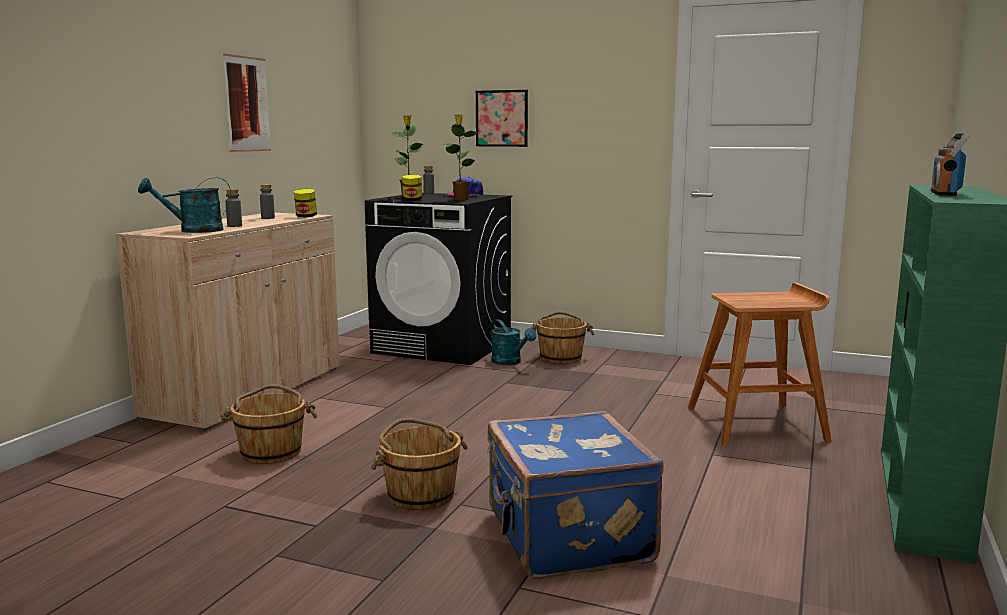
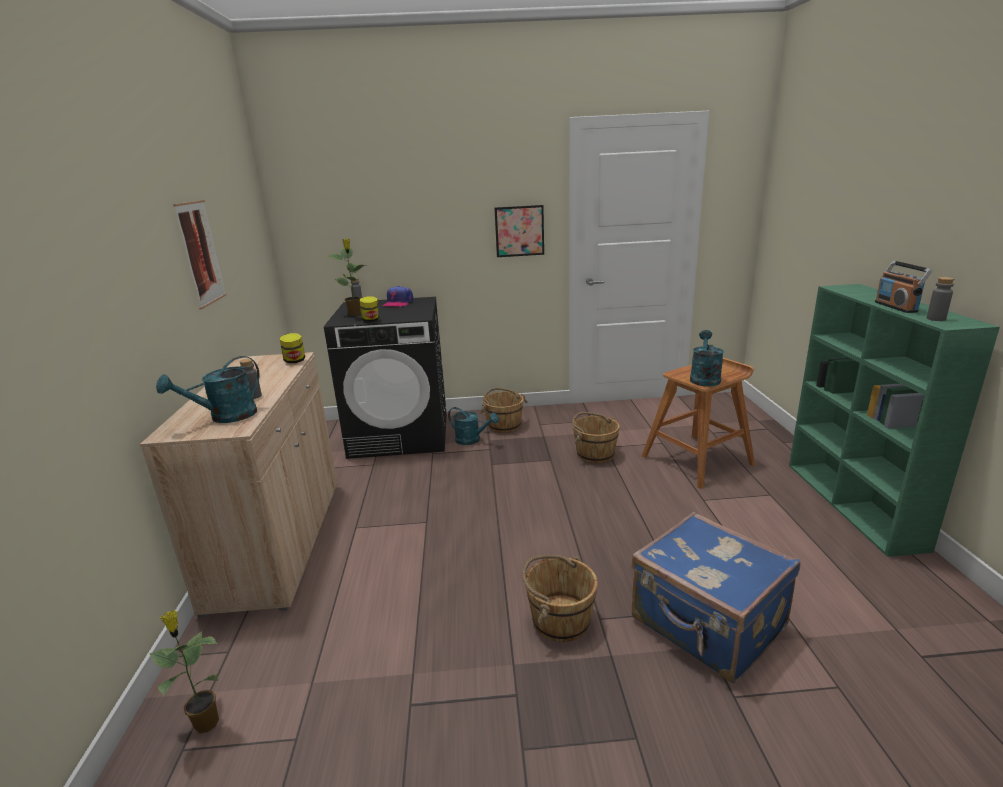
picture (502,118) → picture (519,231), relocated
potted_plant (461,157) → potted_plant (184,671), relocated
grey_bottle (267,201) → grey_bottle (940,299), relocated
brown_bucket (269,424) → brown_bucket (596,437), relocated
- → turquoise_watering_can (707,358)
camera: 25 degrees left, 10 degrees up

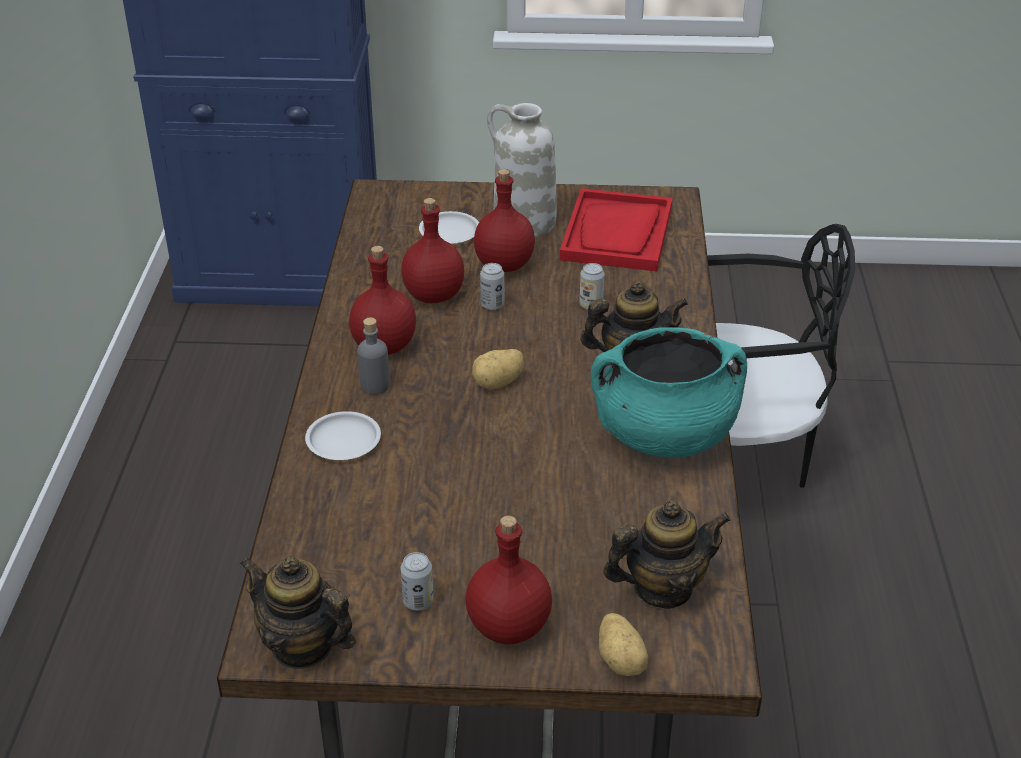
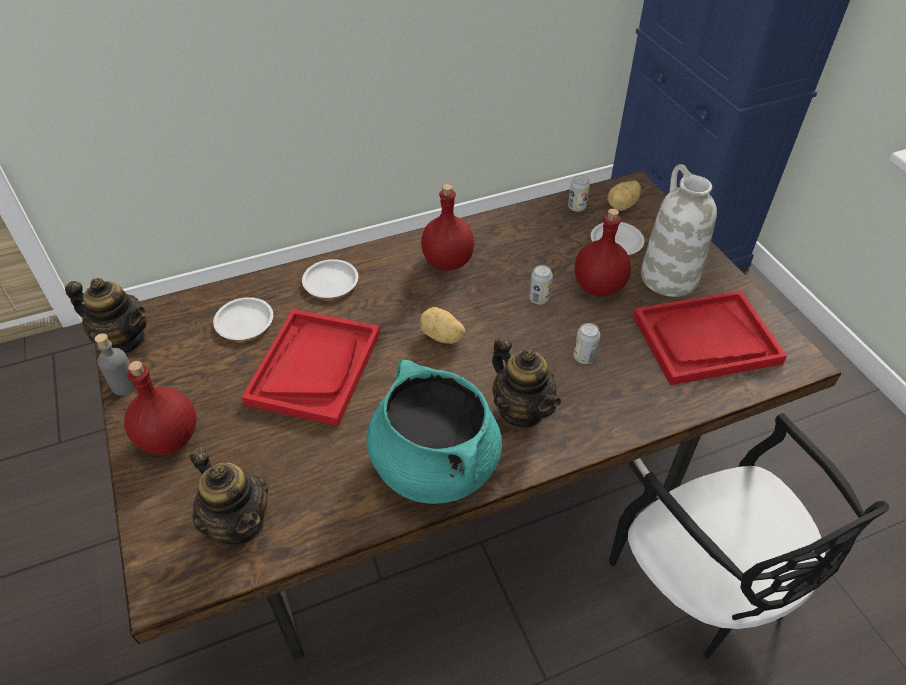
red_bottle (432,250) → -
grey_bottle (373,356) → grey_bottle (115,364), relocated
can (417,581) → can (579,193), relocated
teapot (298,613) → teapot (106,315), 105 degrees clockwise
potato (623,644) → potato (624,196), relocated
- → white_plate (243,318)
- → red_tray (310,367)
camera: 65 degrees right, 10 degrees up

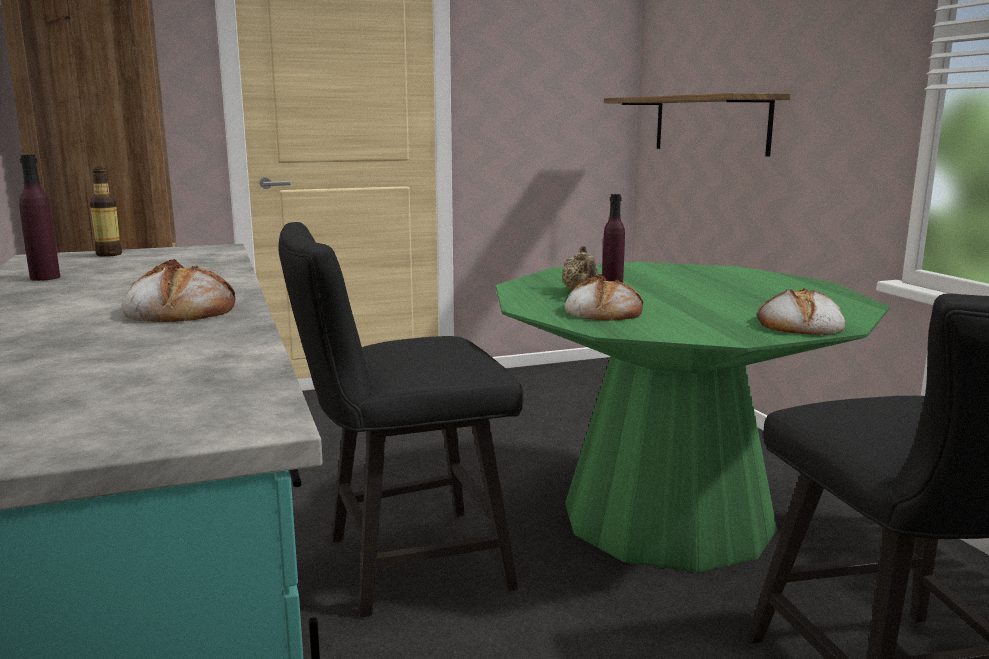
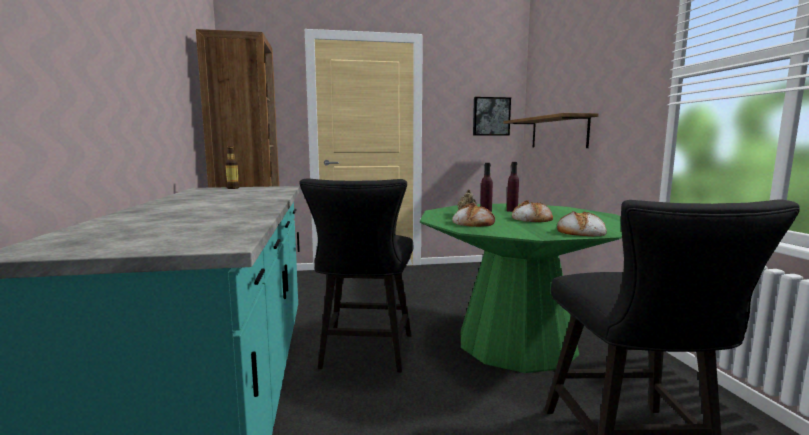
purple_bottle (39,217) → purple_bottle (513,187), relocated
black_chair (401,419) → black_chair (356,275), 75 degrees counterclockwise
bread (178,290) → bread (532,211), relocated
- → picture (492,116)
camera: 10 degrees right, 5 degrees down

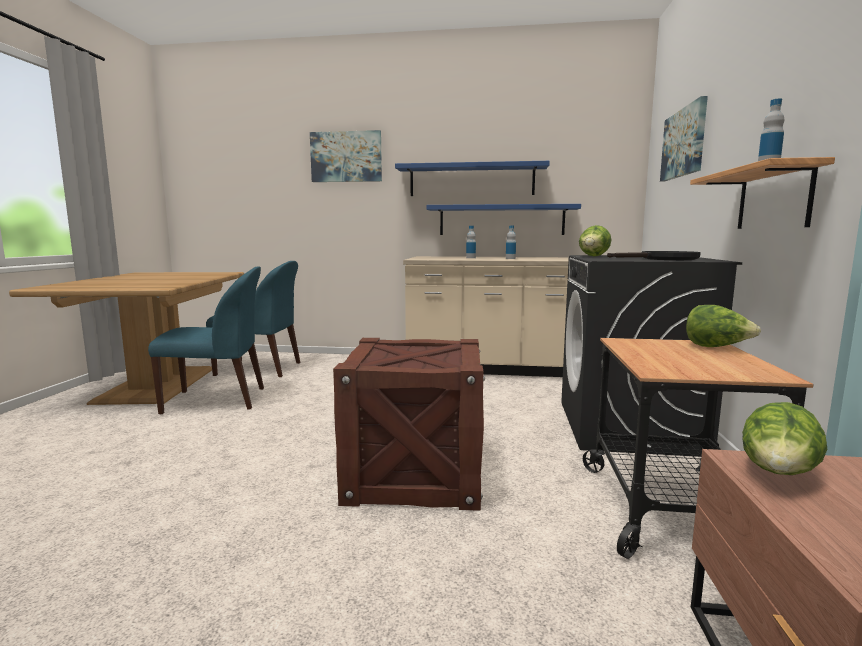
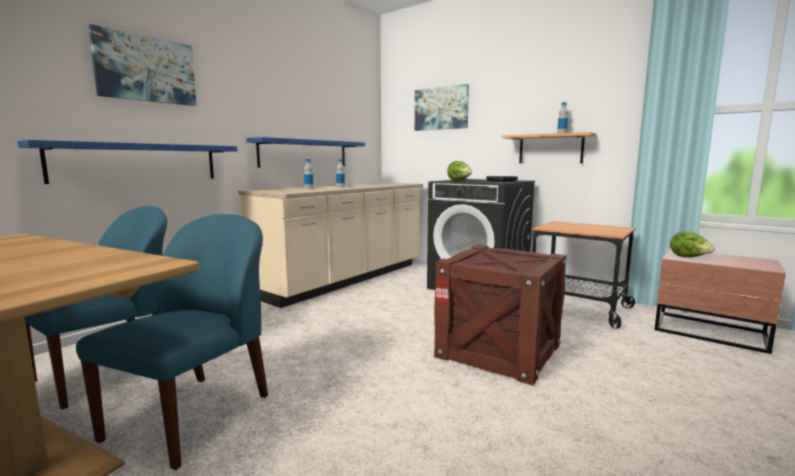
blue_shelf (472,178) → blue_shelf (127,162), relocated
lettuce (723,326) → -
camera: 60 degrees left, 0 degrees up

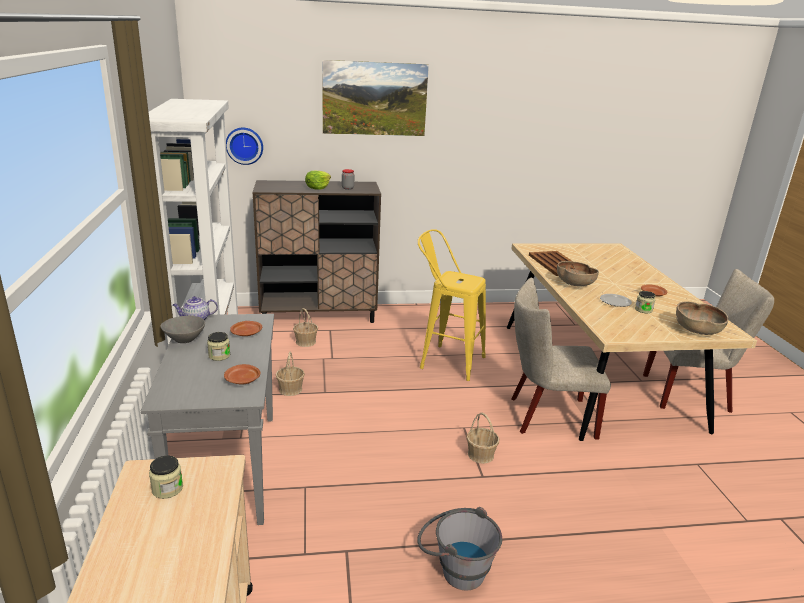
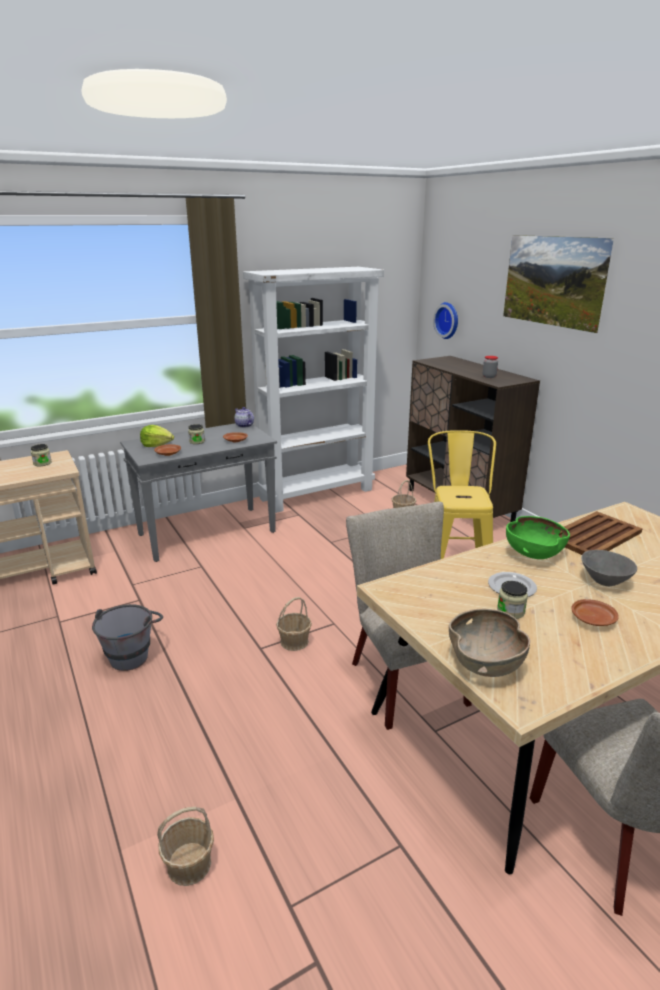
lettuce (318,180) → lettuce (157,436), relocated
brown_bowl (578,273) → green_bowl (538,537)
grey_bowl (182,329) → grey_bowl (609,568), relocated
basket (290,373) → basket (185,846), relocated
camera: 70 degrees right, 0 degrees up

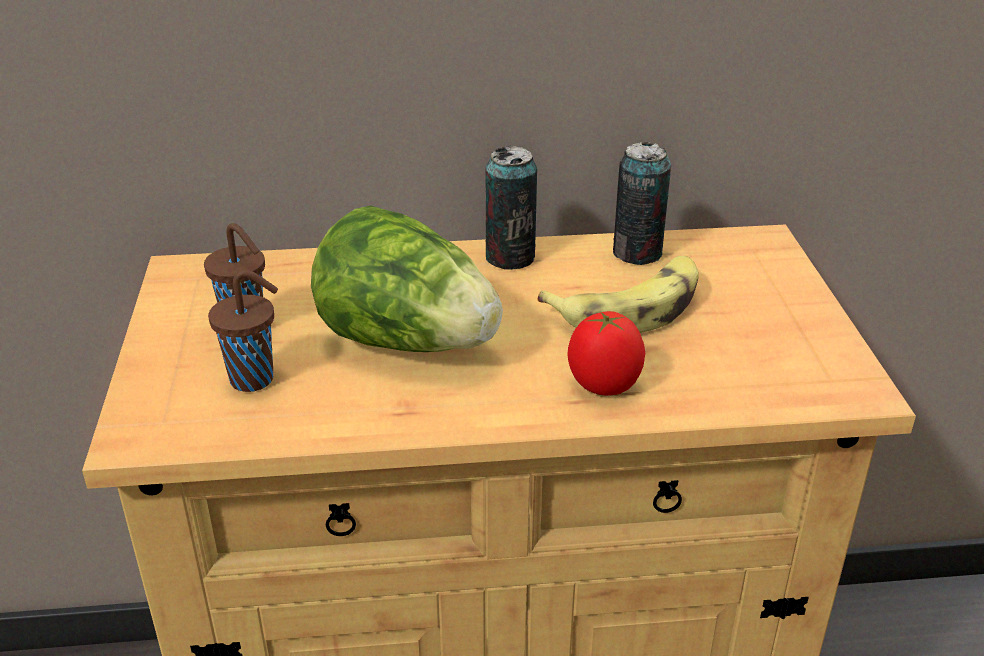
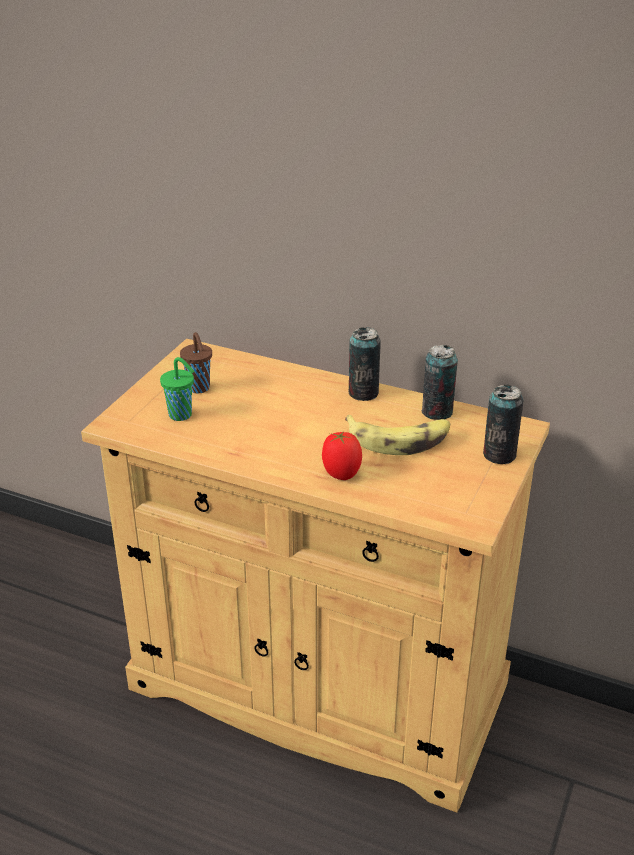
lettuce (407,278) → -
brown_cup (243,331) → green_cup (177,389)
- → can (503,424)
camera: 30 degrees right, 0 degrees up

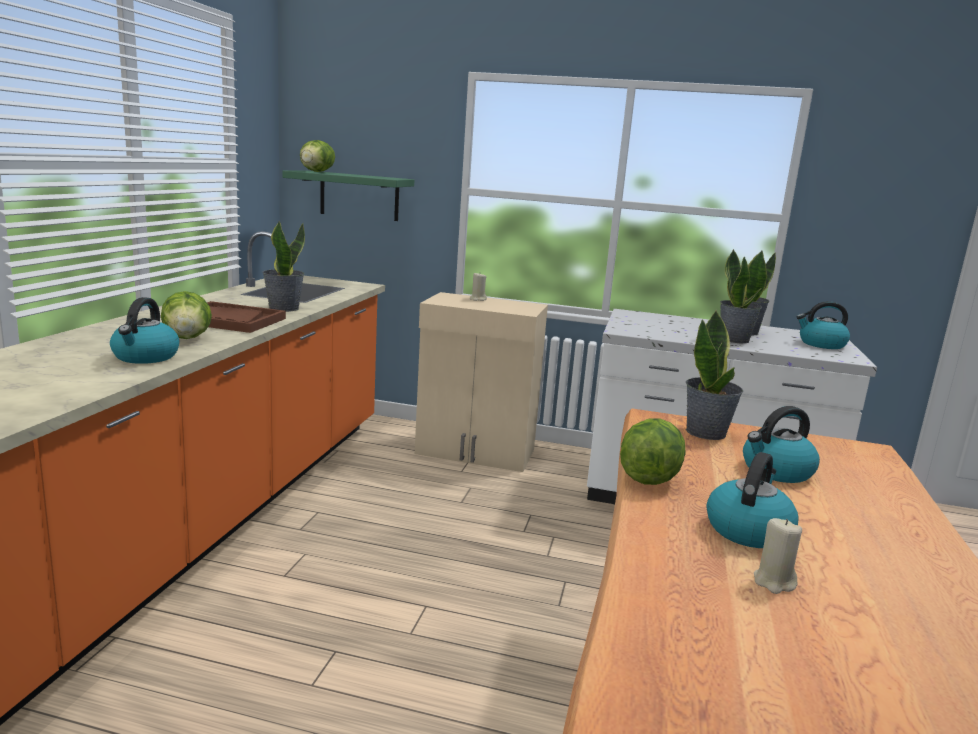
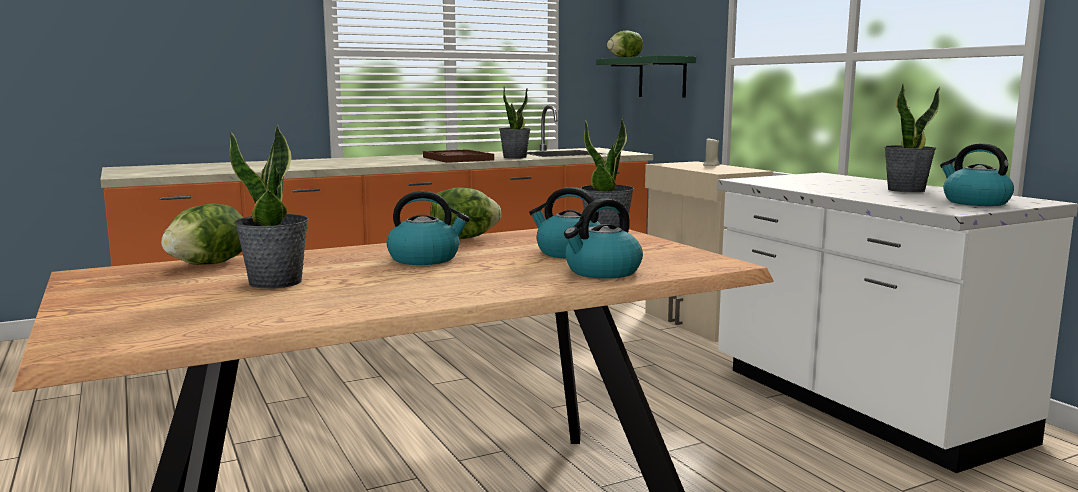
potted_plant (741,296) → potted_plant (269,207), relocated
lettuce (186,315) → lettuce (202,234), relocated
kettle (144,330) → kettle (603,238), relocated
beige_candle (778,556) → -
camera: 50 degrees right, 5 degrees down

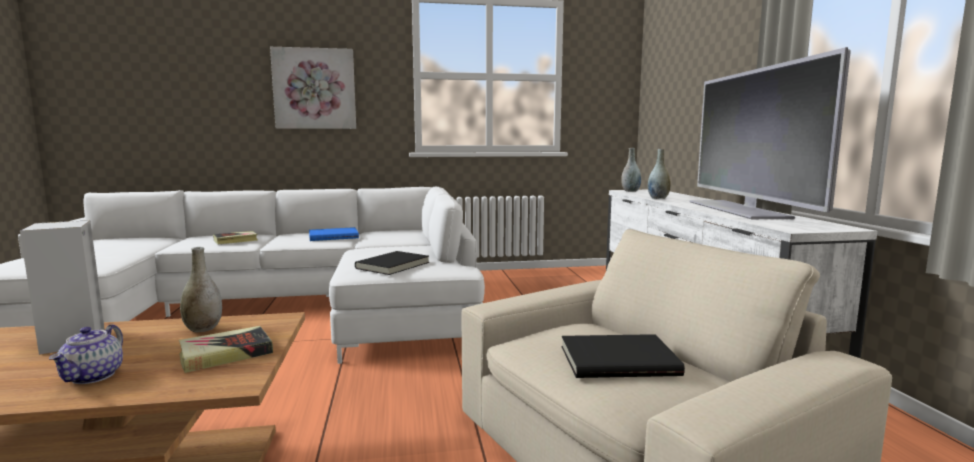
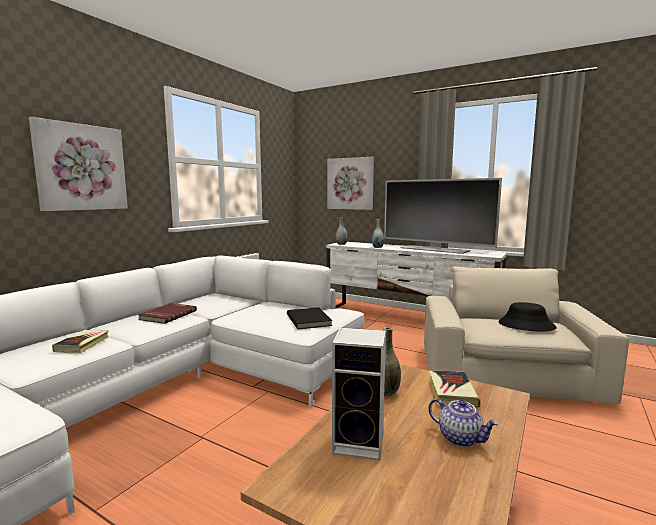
blue_book (334,234) → red_book (167,313)
black_book (623,356) → black_hat (527,316)
- → picture (350,183)
camera: 50 degrees left, 0 degrees up

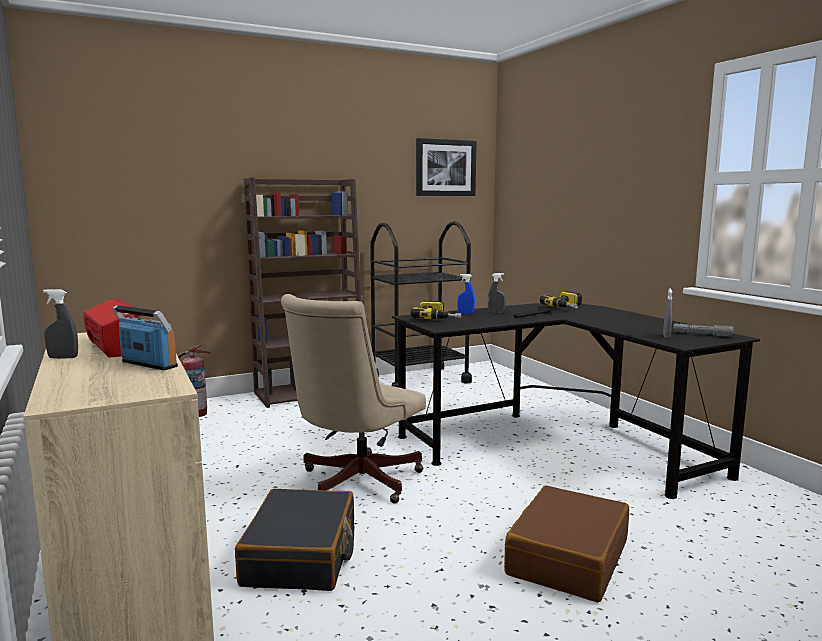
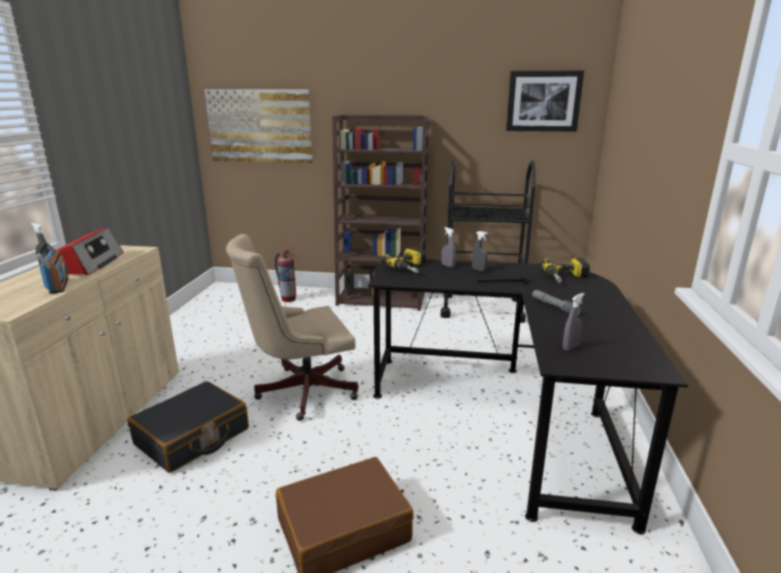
blue_spray_bottle (466,294) → grey_spray_bottle (448,247)
grey_flashlight (703,330) → grey_flashlight (556,302), relocated
- → picture (258,126)
camera: 35 degrees right, 10 degrees up

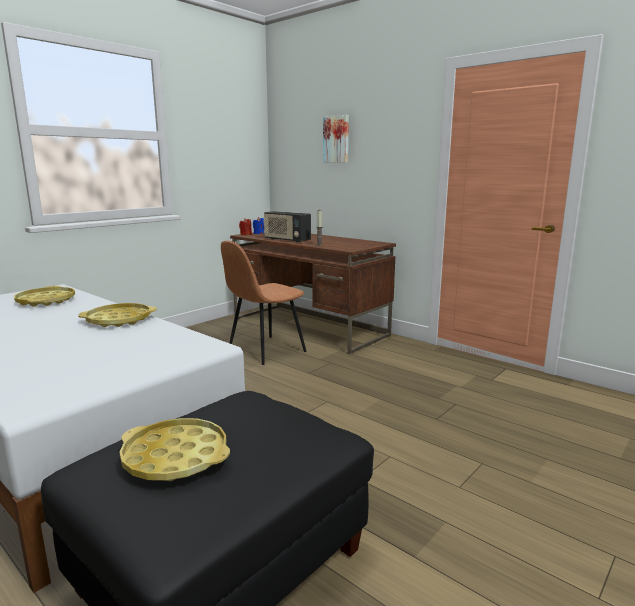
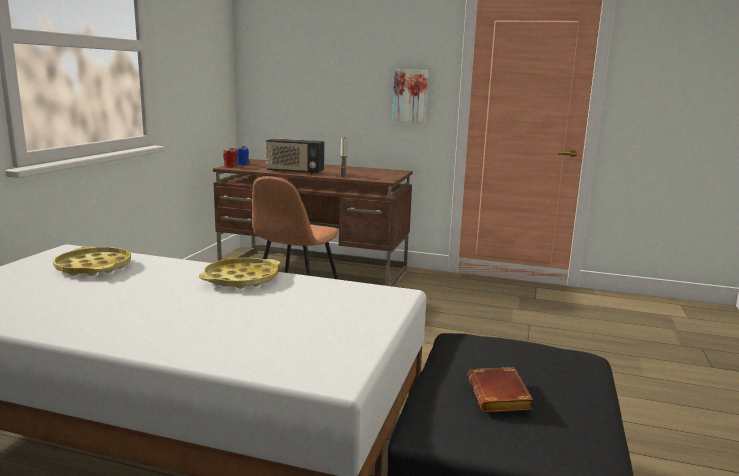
picture (336,139) → picture (410,96), relocated
yellow_tray (174,449) → brown_book (500,390)
camera: 25 degrees left, 0 degrees up

